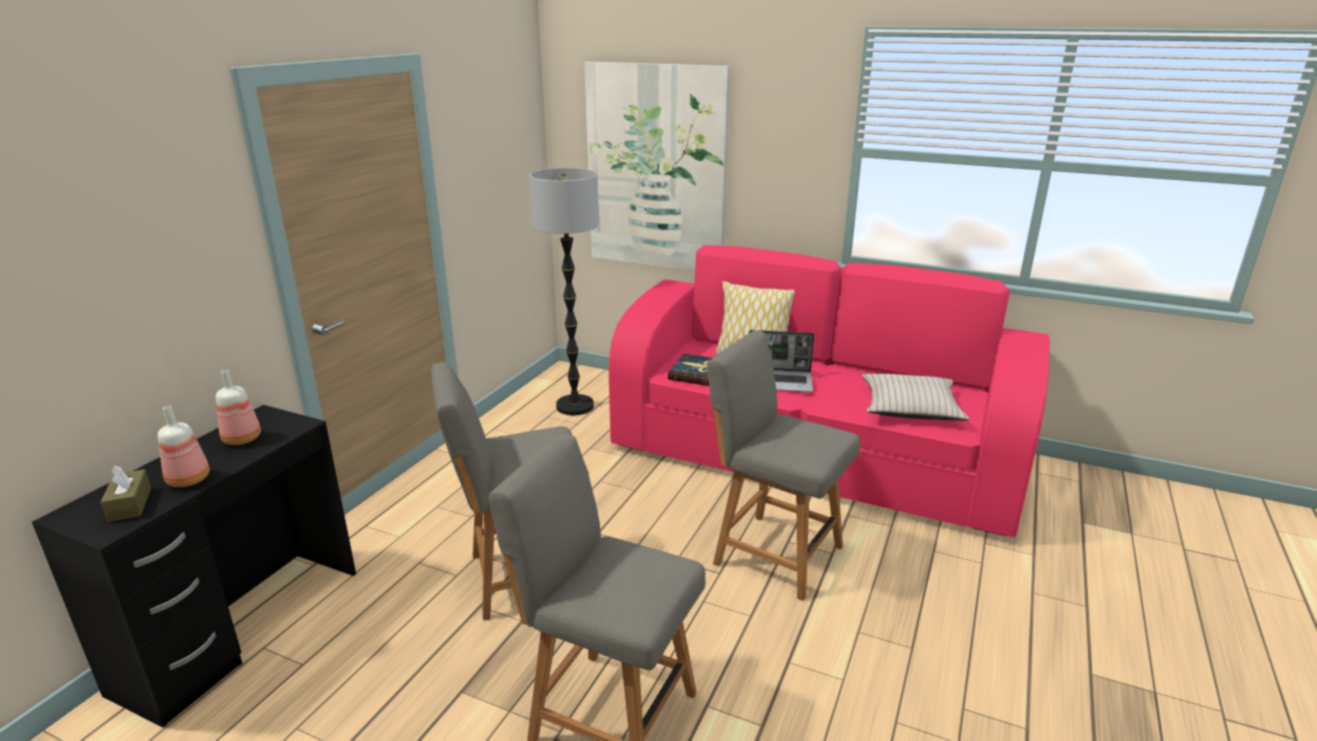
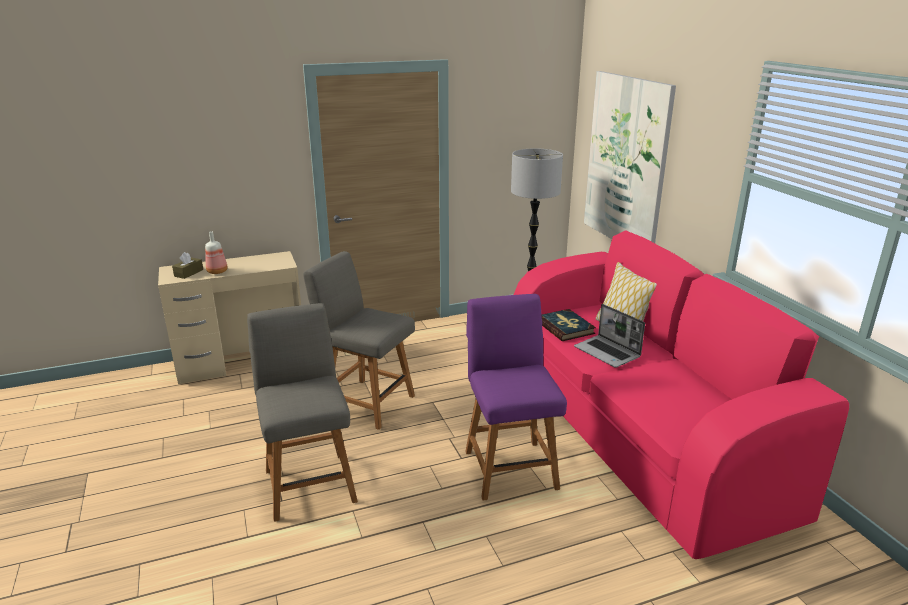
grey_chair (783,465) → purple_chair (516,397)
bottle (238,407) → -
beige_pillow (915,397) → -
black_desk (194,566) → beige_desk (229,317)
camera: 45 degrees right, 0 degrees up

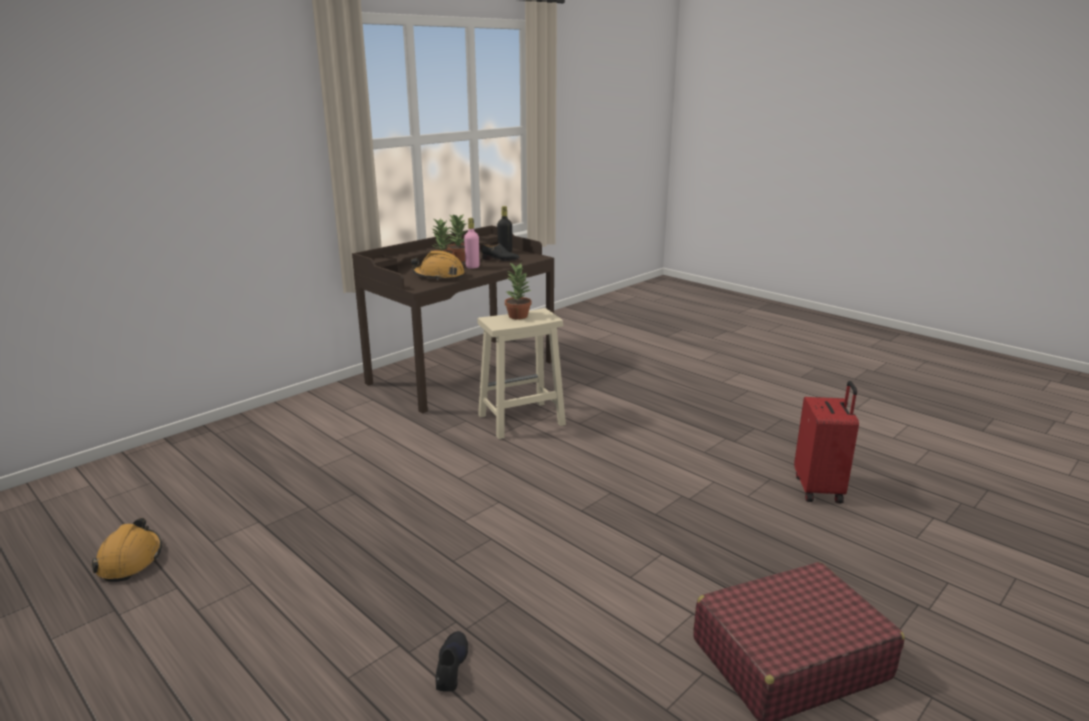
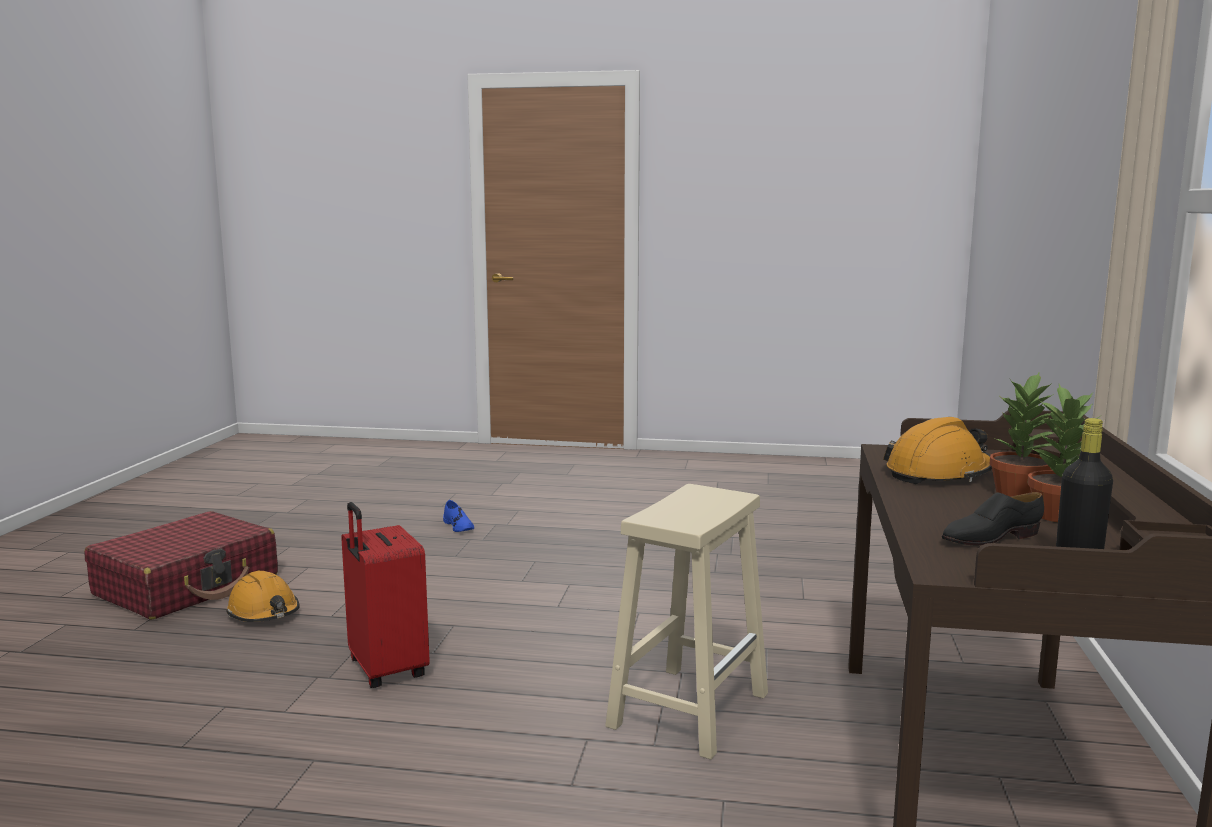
pink_bottle (471,243) → -
potted_plant (518,291) → -
red_suitcase (826,442) → red_suitcase (385,595), relocated
orange_hard_hat (126,550) → orange_hard_hat (263,596), relocated
black_shoe (452,661) → blue_shoe (458,516)
camera: 145 degrees right, 10 degrees down

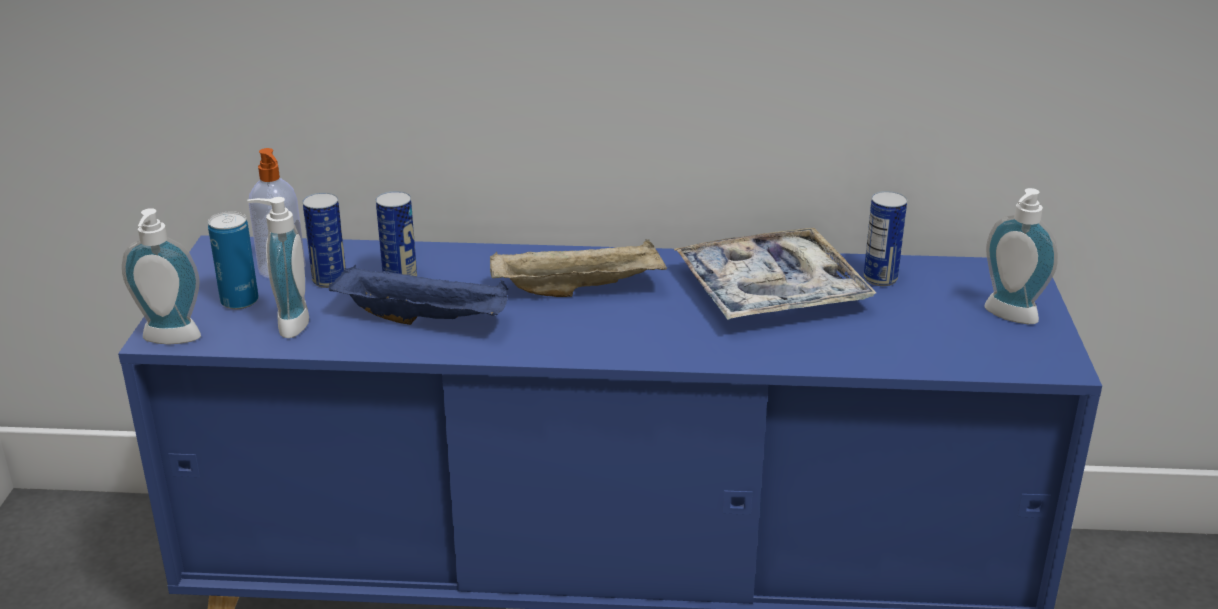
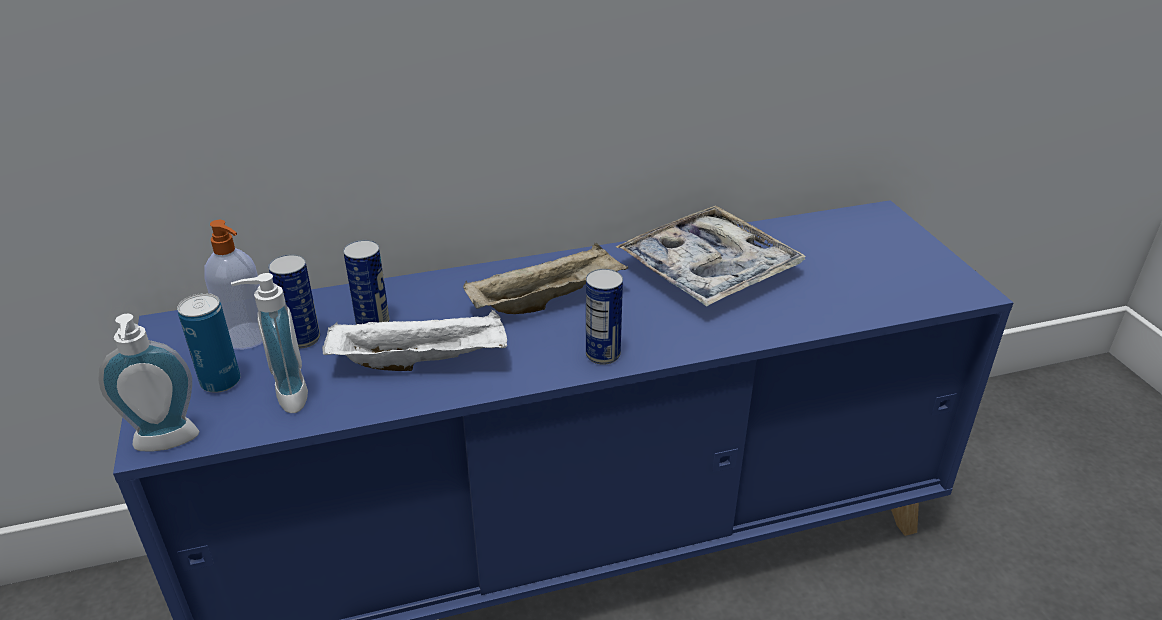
soap_dispenser (1021,256) → -
can (885,238) → can (604,317), relocated
blue_tray (418,295) → white_tray (414,340)
camera: 20 degrees left, 5 degrees up

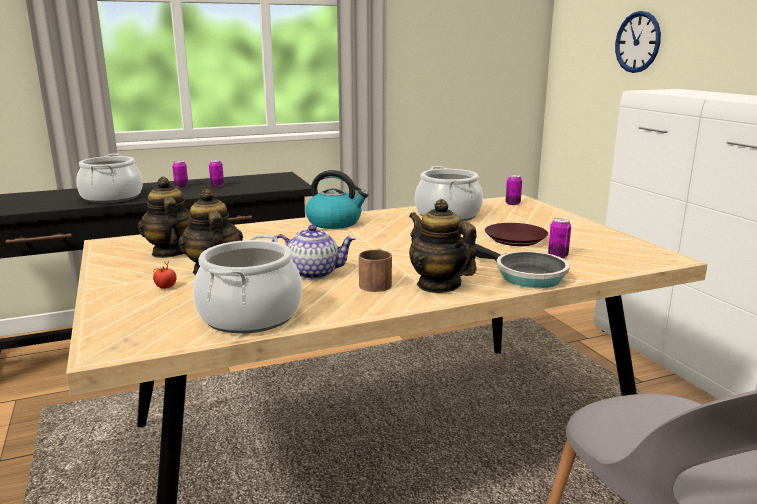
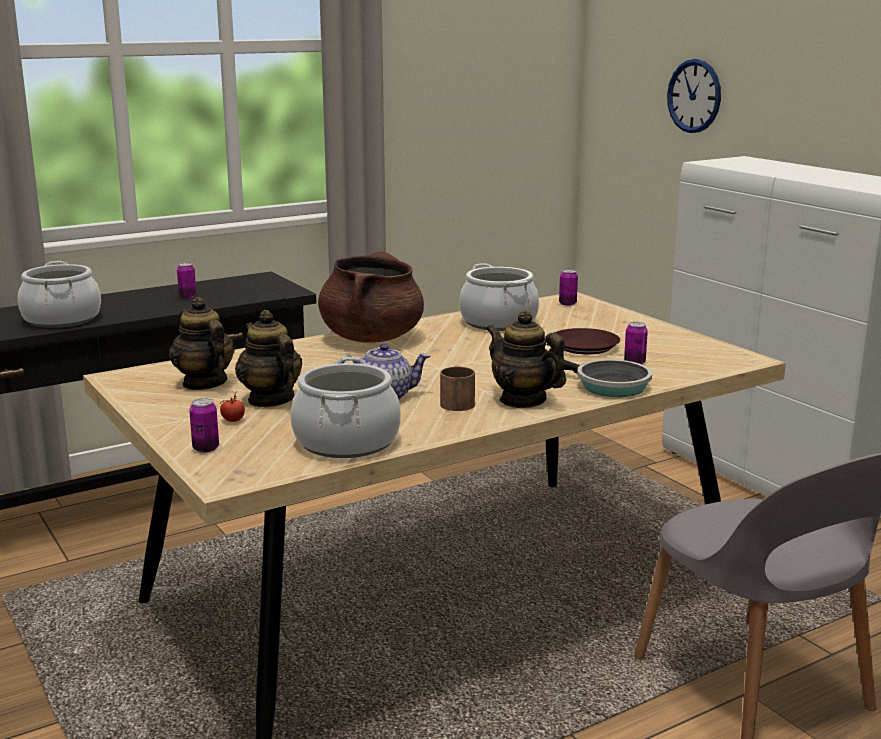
can (180,174) → can (204,425), relocated
kettle (337,199) → brown_cooking_pot (371,297)
camera: 10 degrees left, 0 degrees up

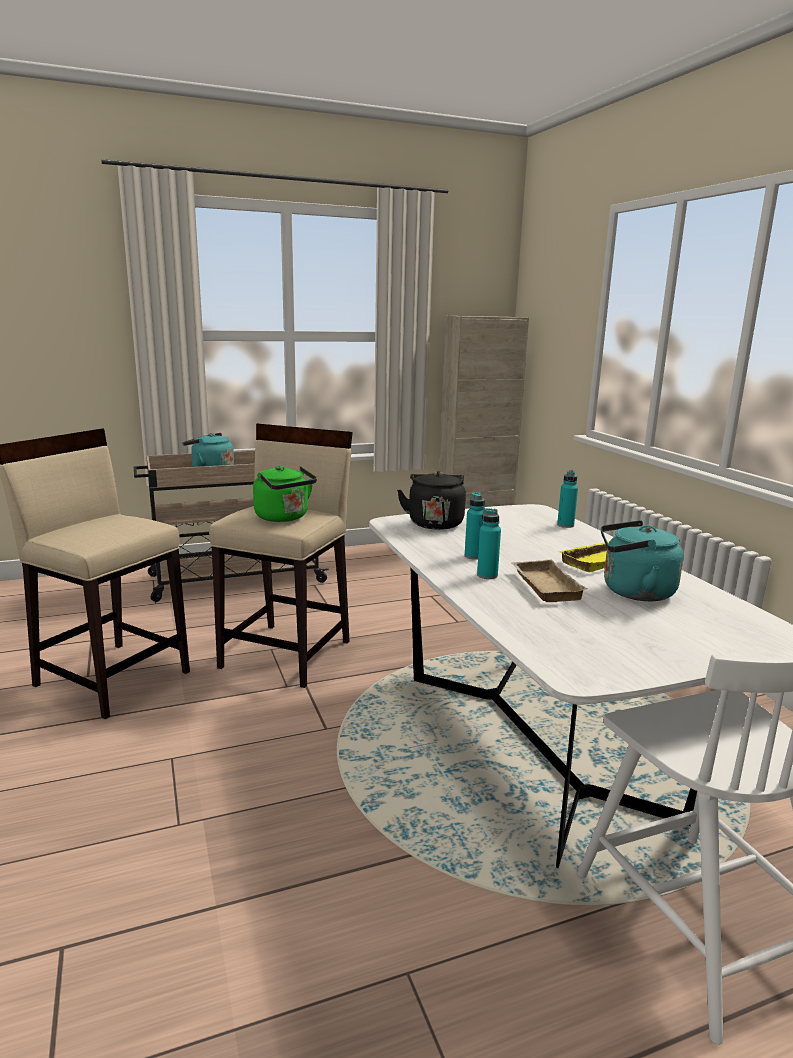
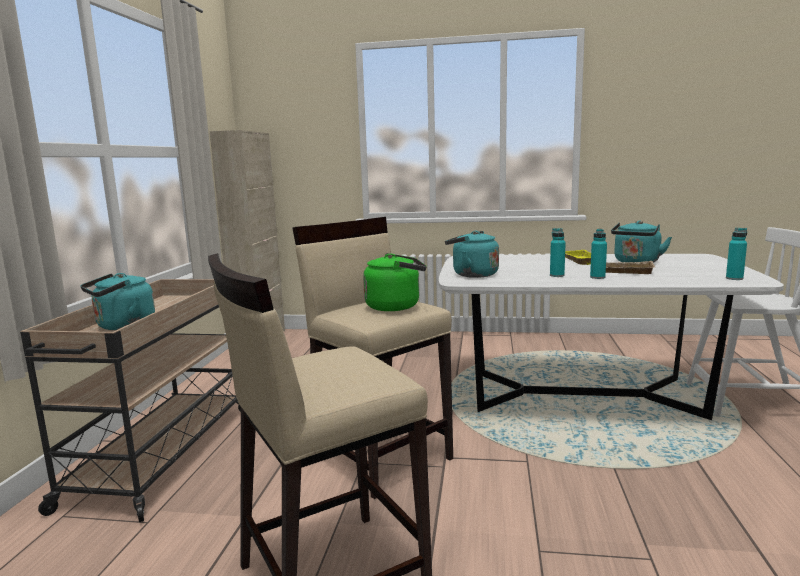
turquoise_bottle (567,499) → turquoise_bottle (736,254), relocated
black_kettle (431,500) → turquoise_kettle (472,254)
camera: 60 degrees left, 5 degrees down

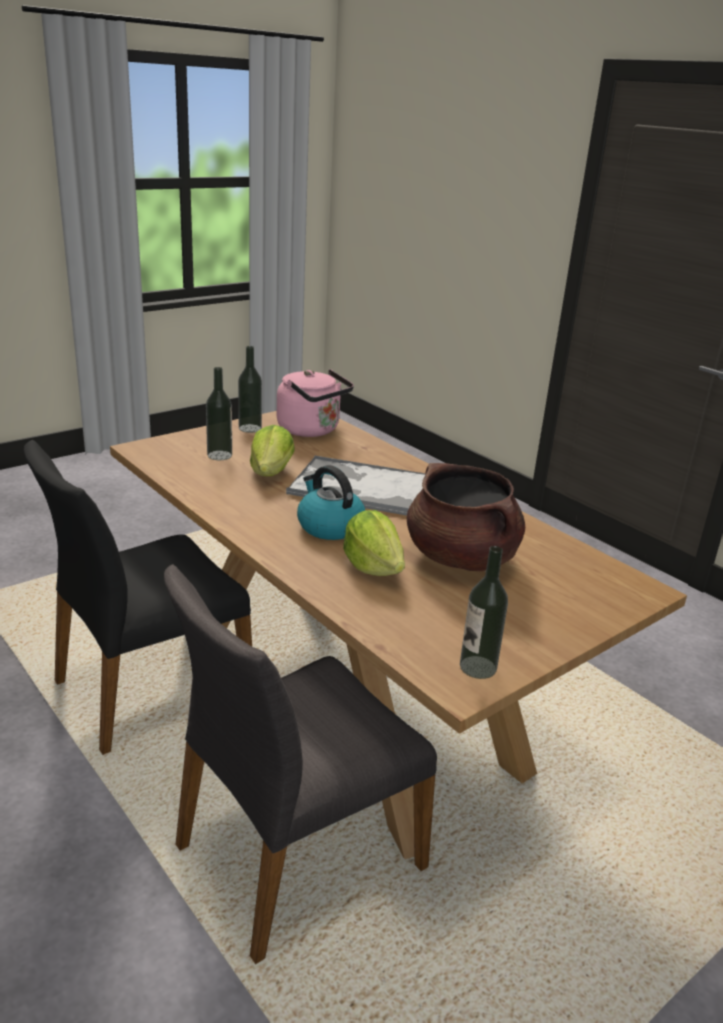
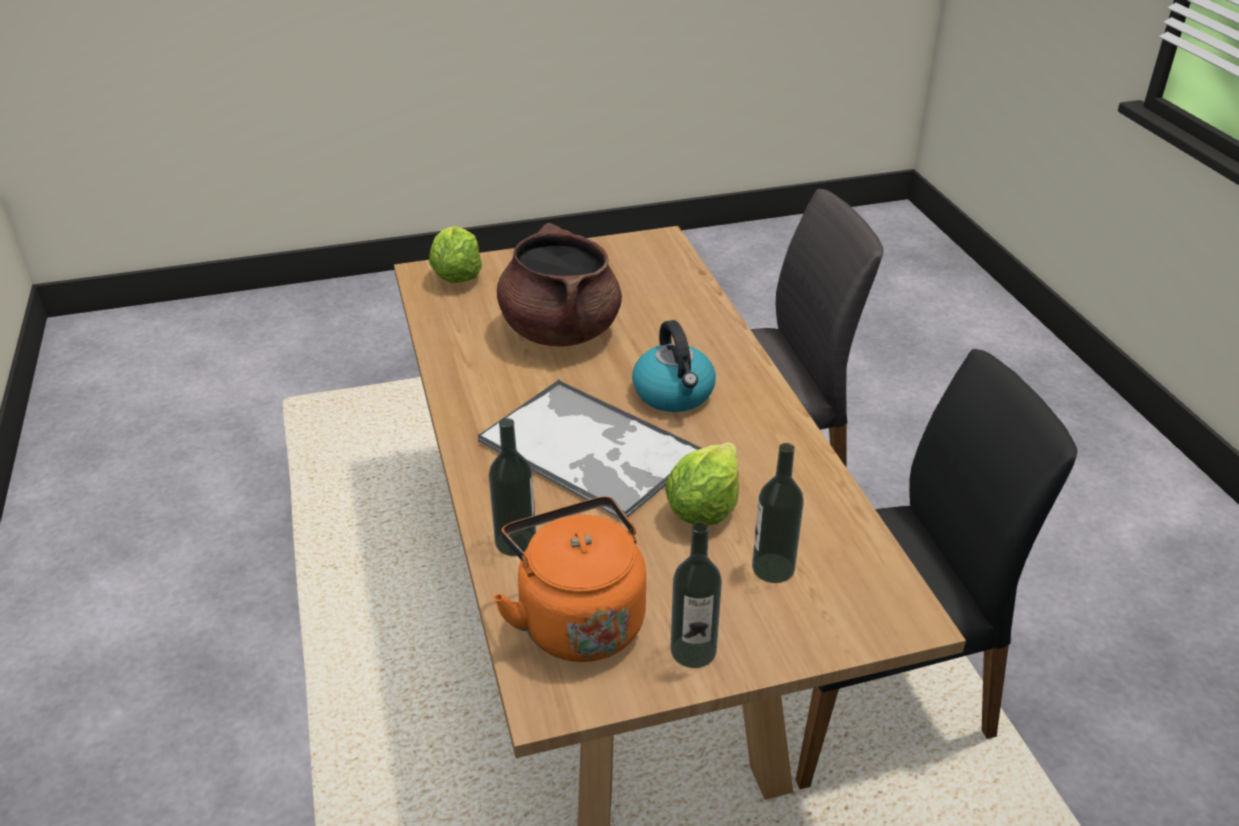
pink_kettle (315,403) → orange_kettle (569,579)
lettuce (374,543) → lettuce (455,254), relocated
bottle (484,612) → bottle (512,487), relocated
camera: 155 degrees left, 10 degrees up

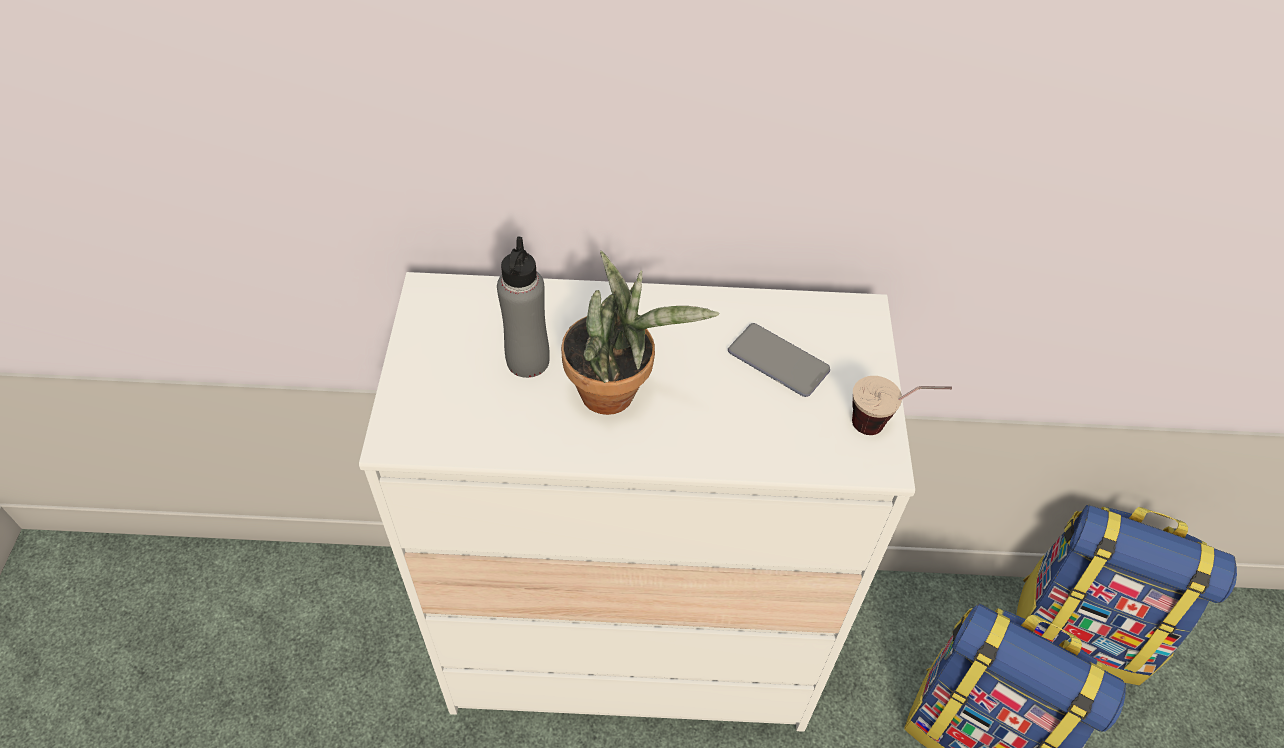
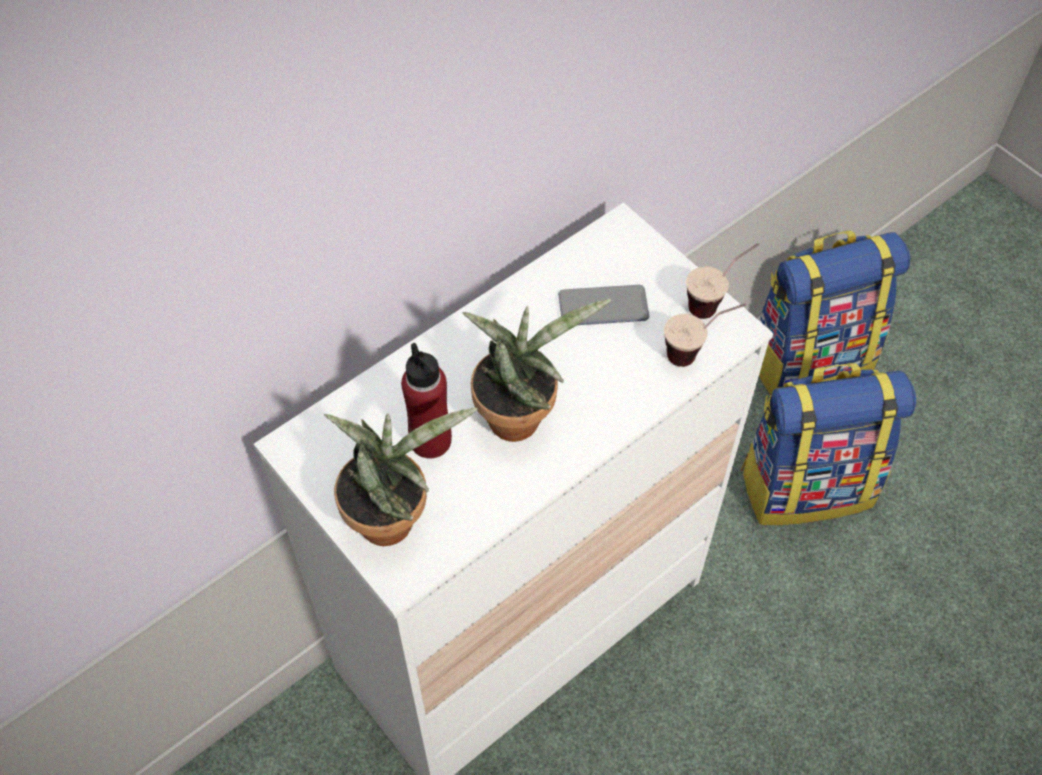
grey_bottle (523,307) → red_bottle (426,400)
- → cup (705,335)
- → potted_plant (401,476)
camera: 40 degrees left, 5 degrees up

